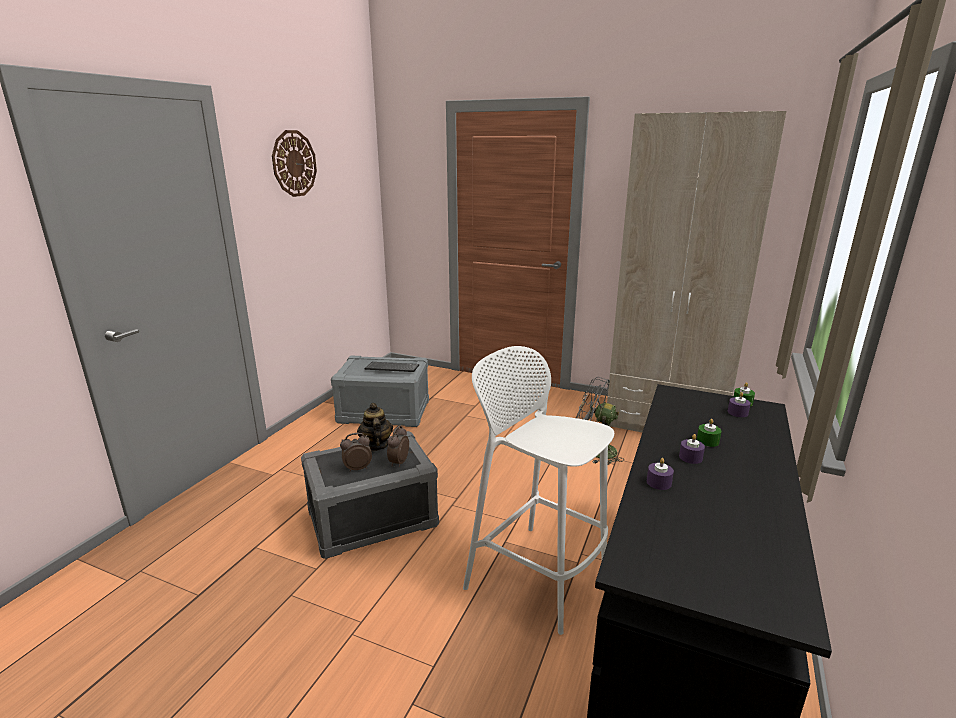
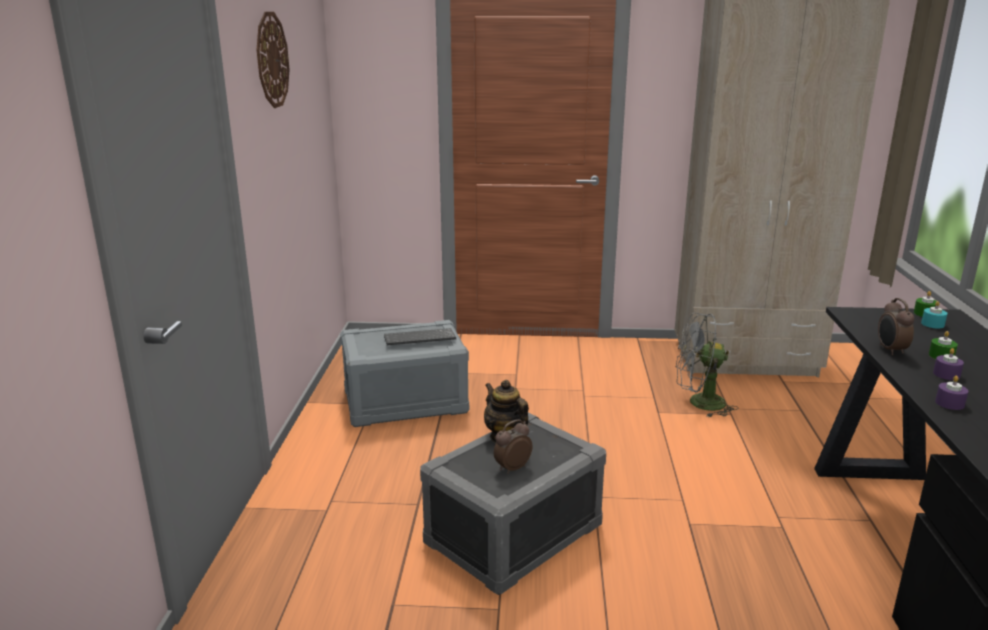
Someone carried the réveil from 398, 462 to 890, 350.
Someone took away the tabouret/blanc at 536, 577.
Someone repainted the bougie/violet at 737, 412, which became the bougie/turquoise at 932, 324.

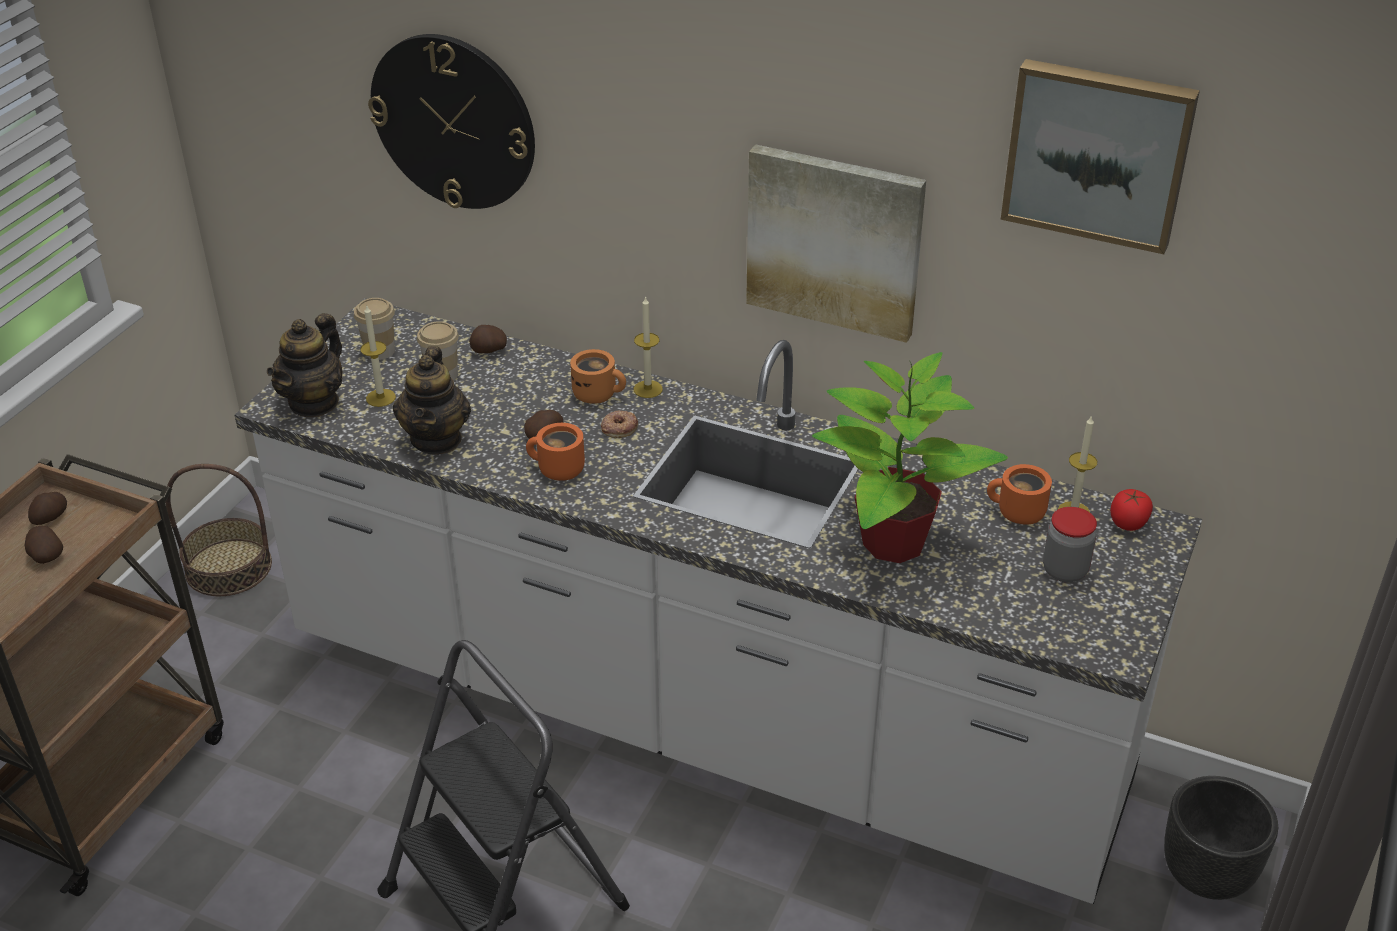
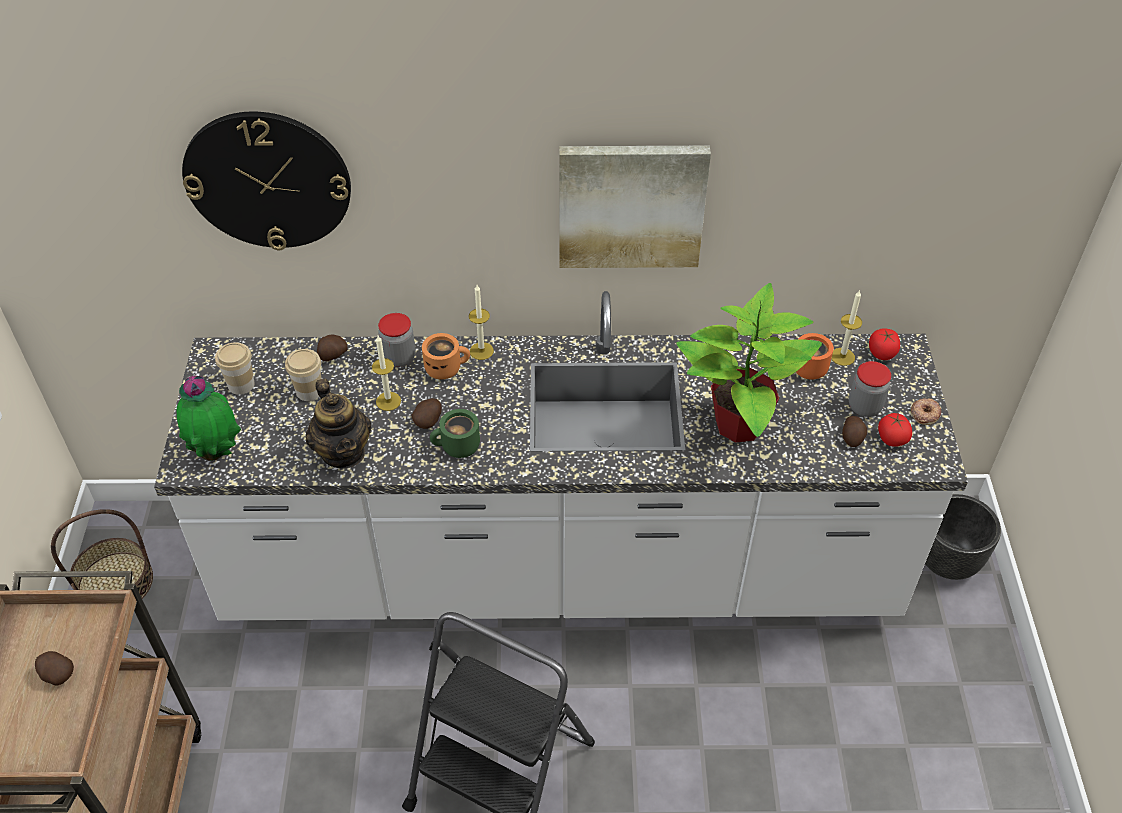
Someone carried the pomme de terre from 51, 517 to 852, 437.
Someone swapped the théière at 314, 402 for the plante en pot at 217, 452.
Someone carried the bougie from 380, 398 to 388, 401.
Someone repainted the mug/orange at 557, 470, which became the mug/vert at 457, 448.
Someone carried the beignet from 619, 427 to 924, 413.
Someone took away the tableau at 1098, 153.
Someone put down the bocal at 399, 358.
Someone put down the tomate at 891, 439.

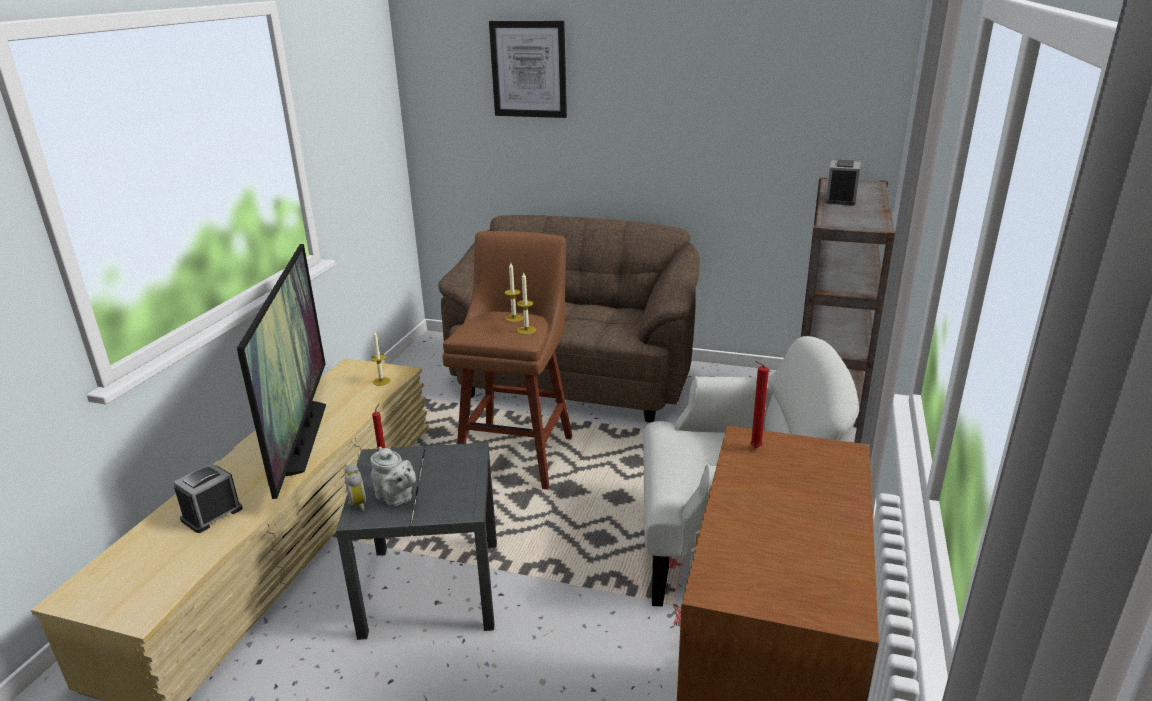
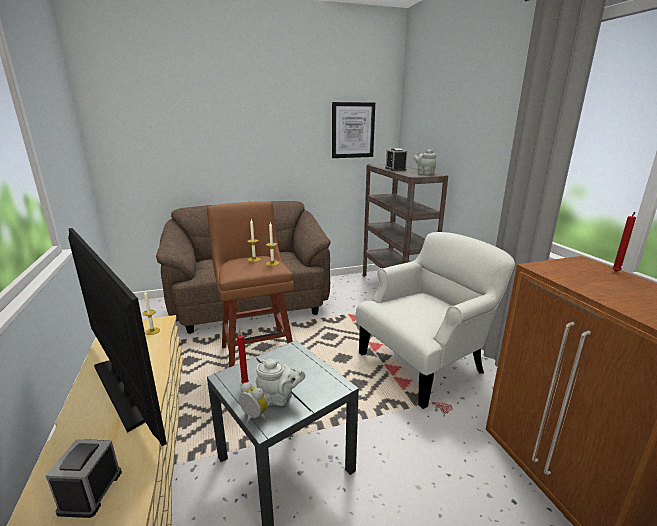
Someone carried the tableau from 529, 69 to 353, 130.
Someone carried the bougie/rouge from 754, 448 to 615, 272.
Someone put down the théière/gris at 424, 173.

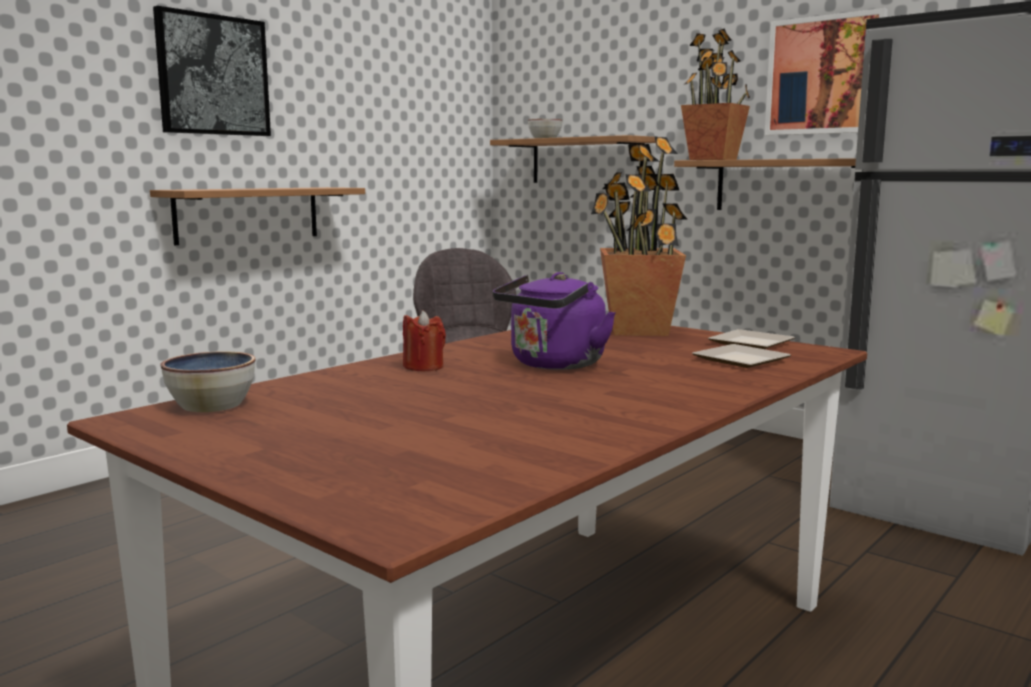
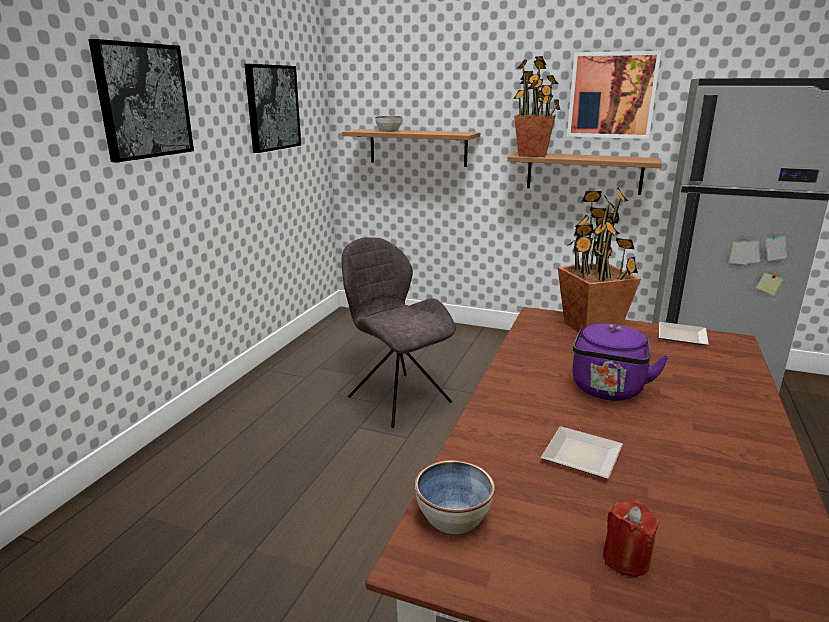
Someone took away the étagère at 248, 214.
Someone carried the bougie/rouge from 423, 367 to 626, 559.
Someone carried the assiette from 744, 360 to 584, 455.
Someone put up the tableau at 272, 107.

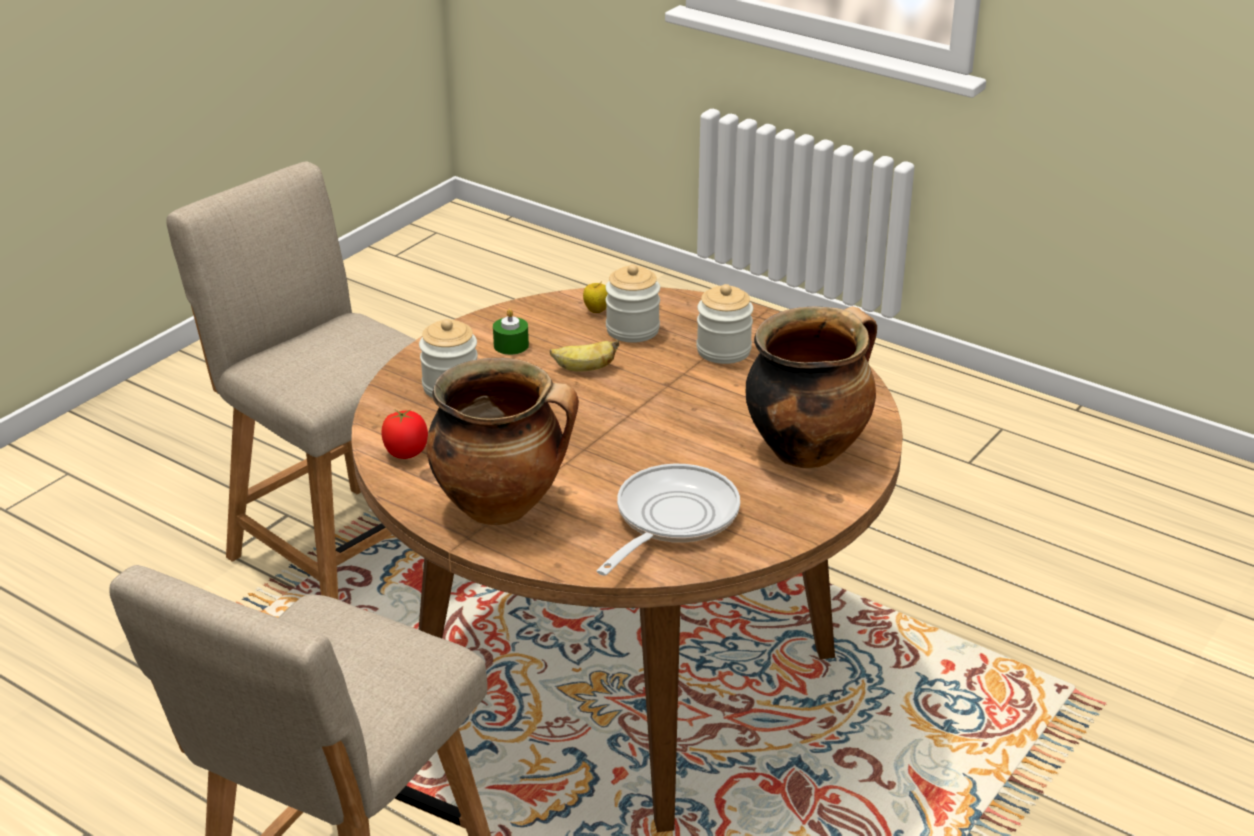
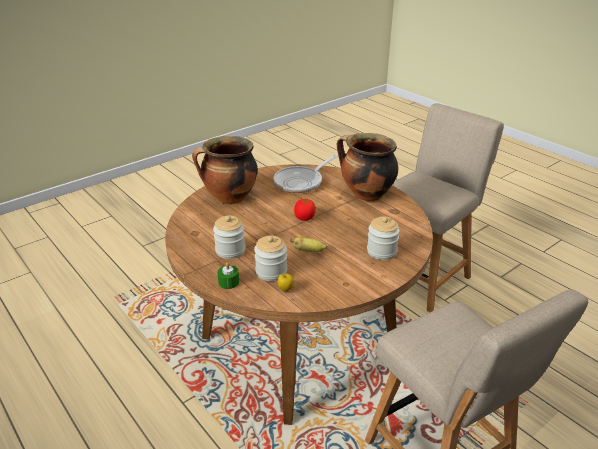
Someone carried the tomate from 406, 453 to 304, 218.
Someone carried the bougie/vert from 511, 345 to 228, 282.

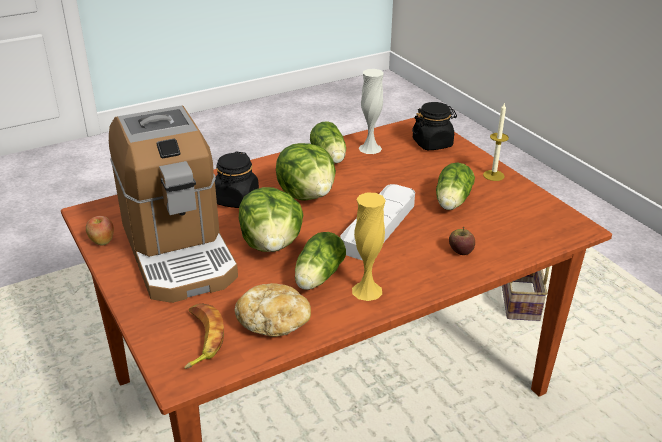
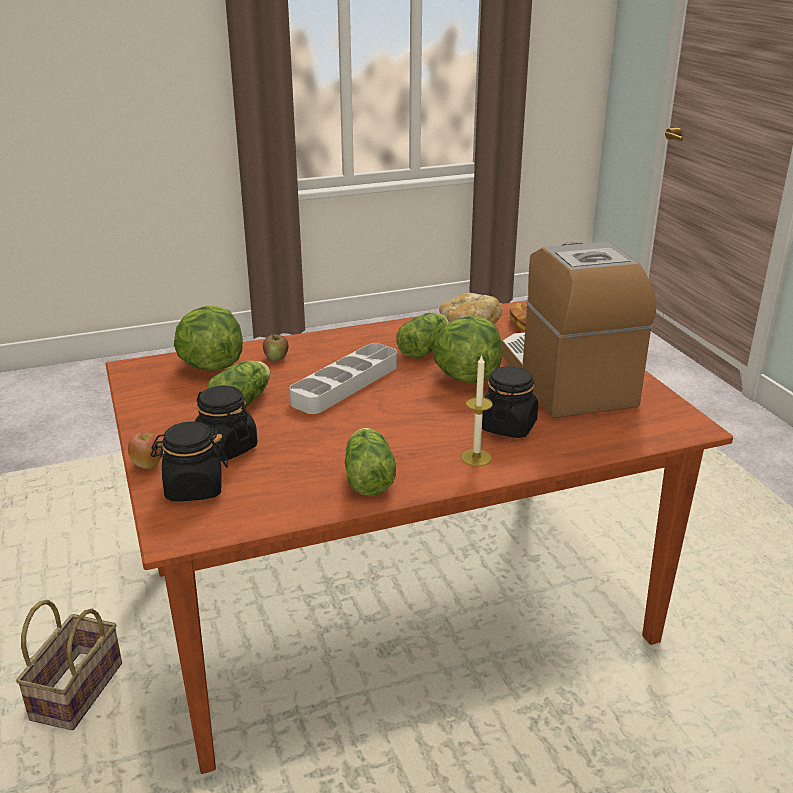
Someone carried the pomme from 102, 242 to 148, 464.
Someone carried the laitue from 307, 195 to 210, 366.
Someone took away the vase/jaune at 367, 291.
Someone took away the vase/blanc at 370, 148.
Someone carried the bougie from 493, 175 to 476, 457.
Someone put down the bocal/noir at 225, 448.

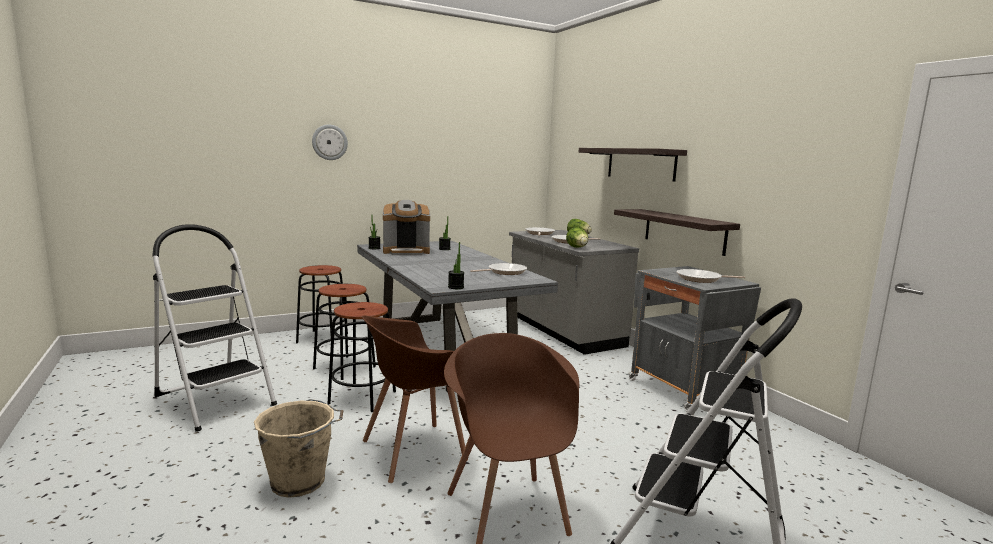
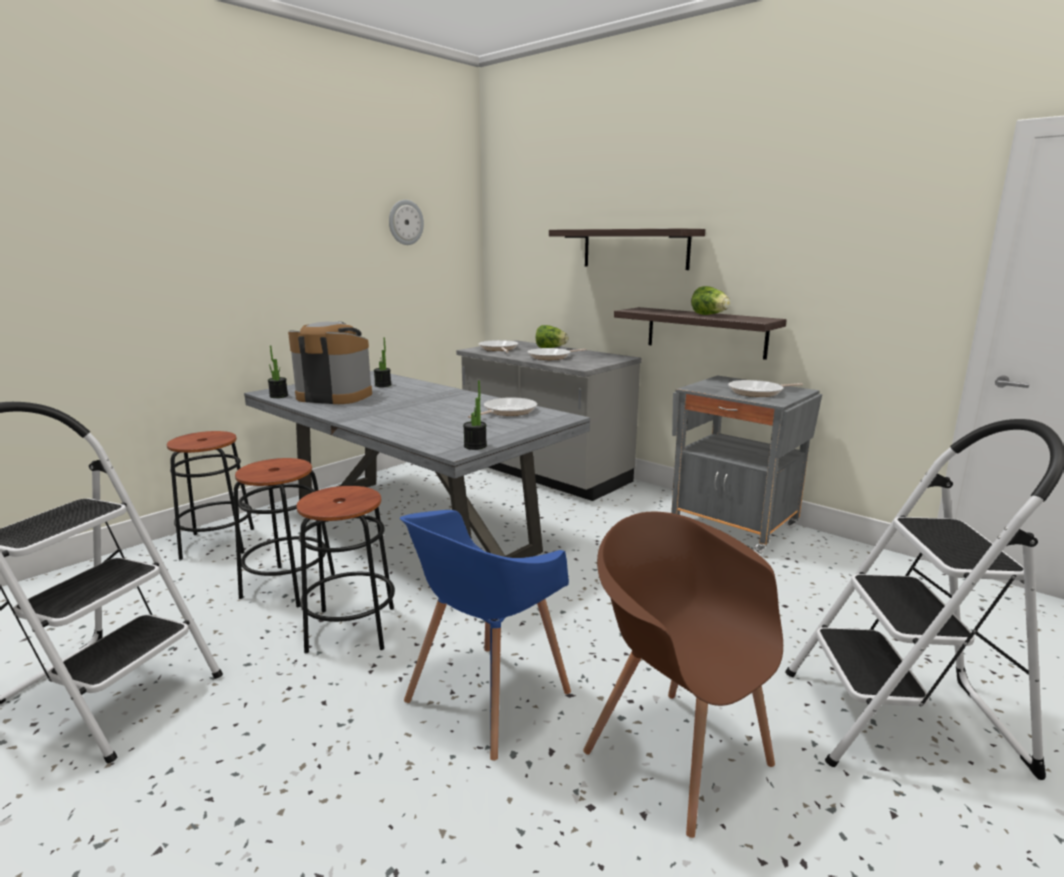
Someone took away the seau/beige at 300, 482.
Someone carried the horloge murale from 329, 142 to 405, 222.
Someone repainted the chaise/marron at 412, 452, which became the chaise/bleu at 487, 699.
Someone rotated the machine à café at 406, 252 by 135 degrees counterclockwise.
Someone carried the laitue from 577, 248 to 709, 315.

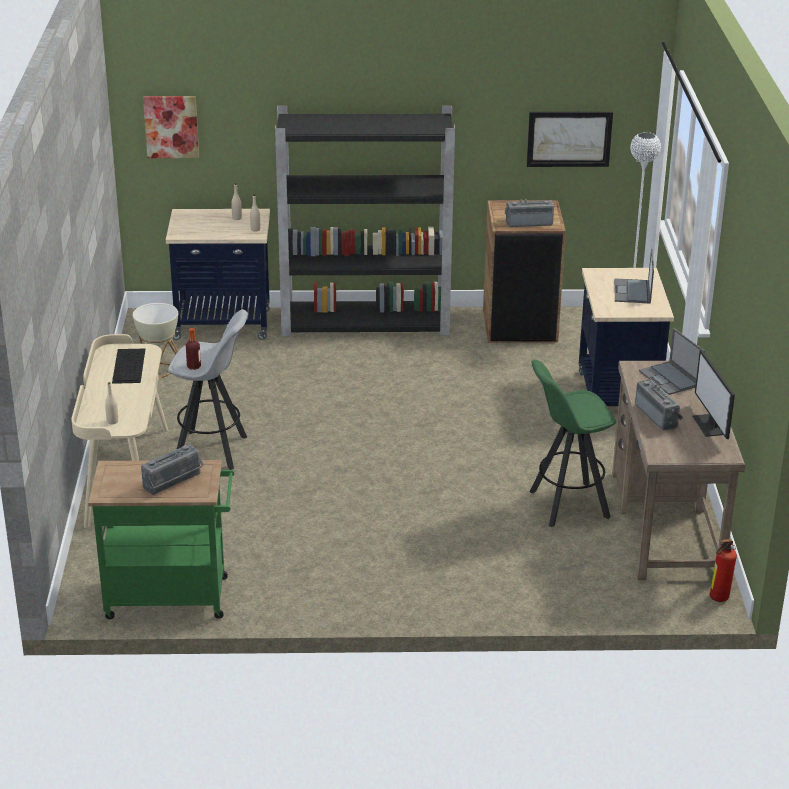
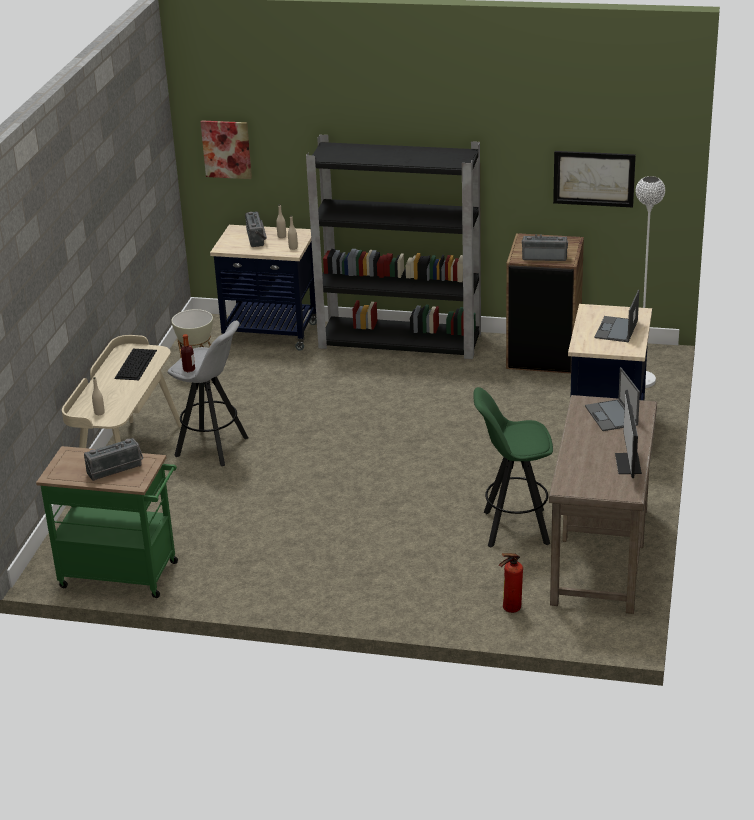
Someone carried the radio from 658, 415 to 257, 238.
Someone carried the extincteur from 717, 598 to 509, 609.

